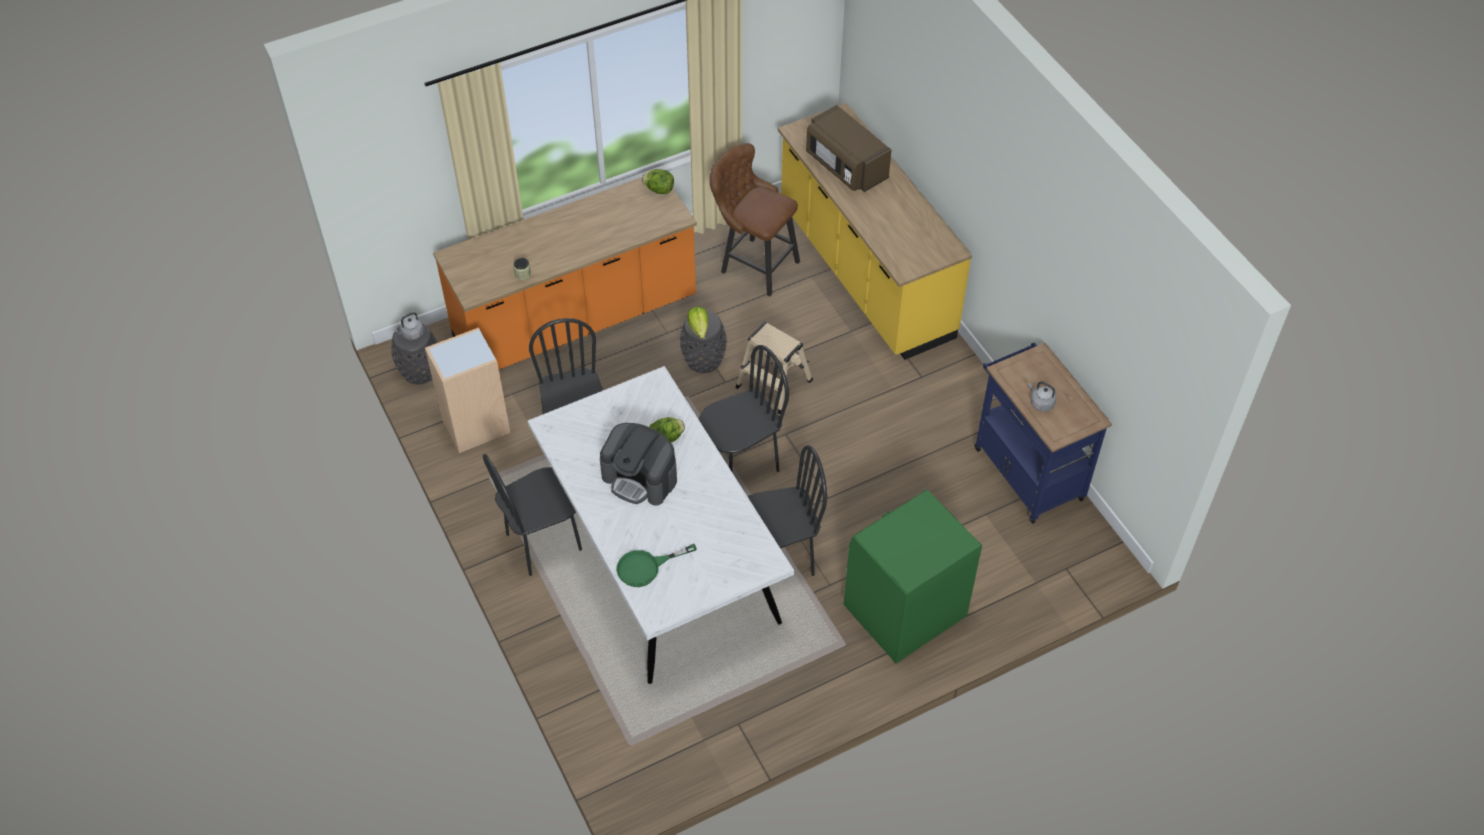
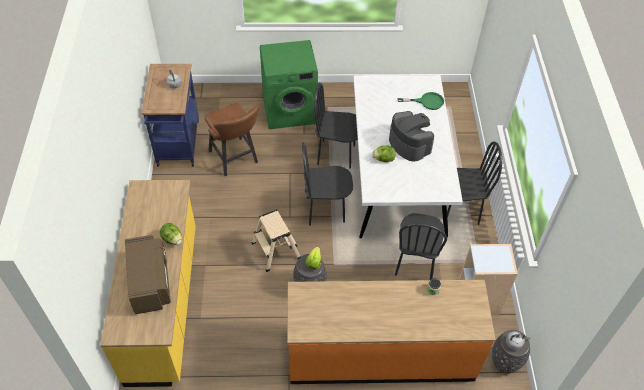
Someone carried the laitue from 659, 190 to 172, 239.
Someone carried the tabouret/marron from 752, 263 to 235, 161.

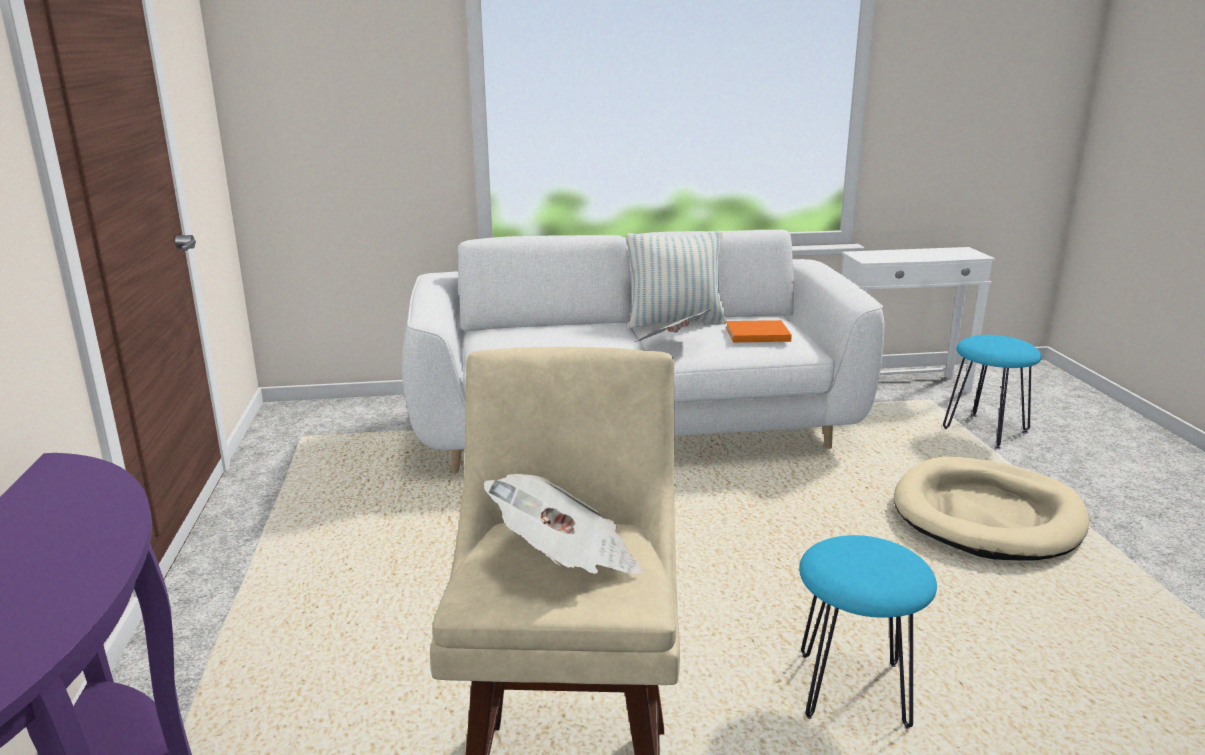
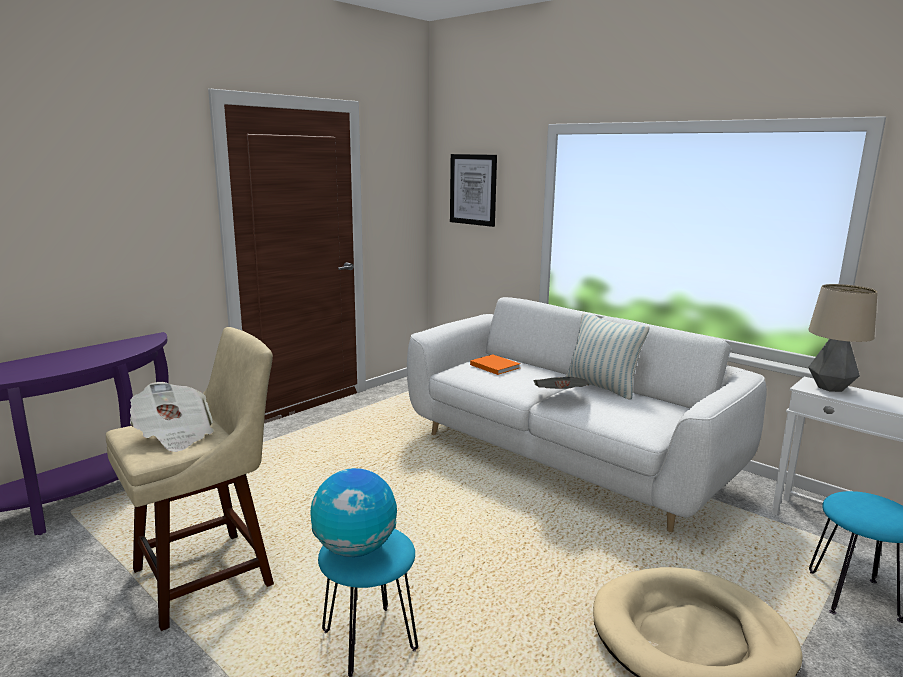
Someone carried the livre/orange from 755, 334 to 494, 366.
Someone put down the globe at 355, 549.
Someone put up the tableau at 473, 189.
Someone put down the lampe de table at 830, 388.

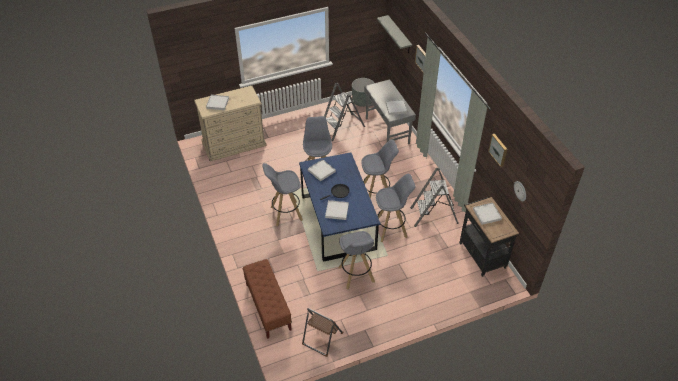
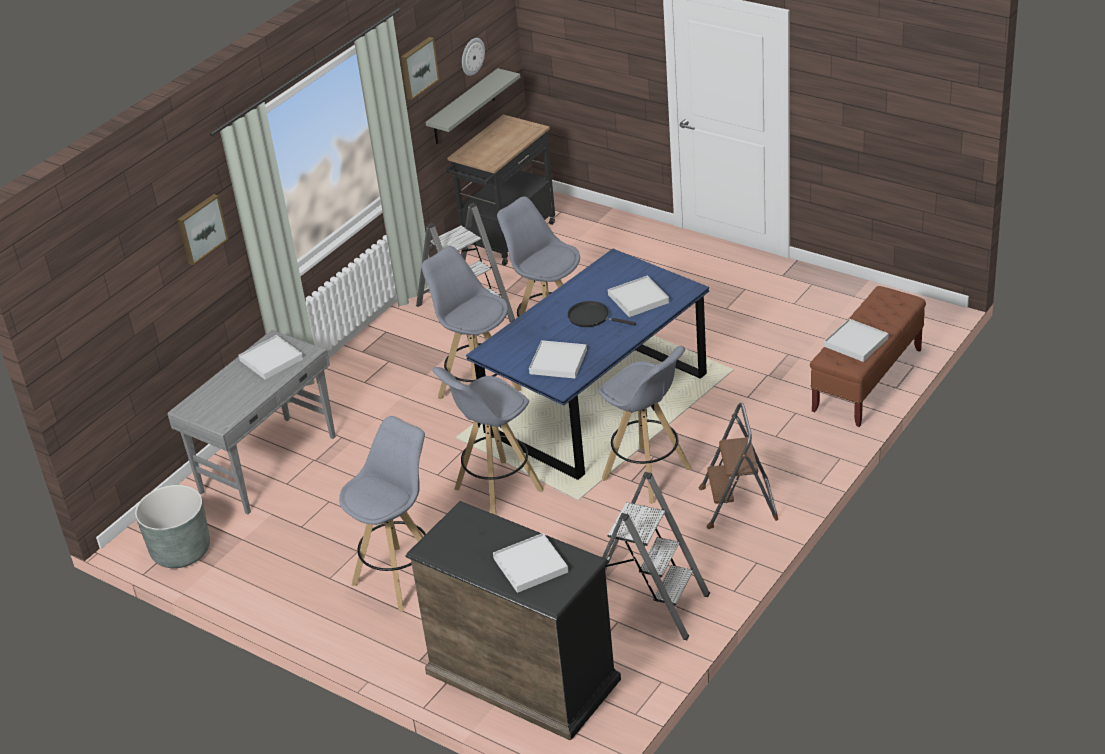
Someone repainted the commode/beige at 234, 143, which became the commode/noir at 521, 676.
Someone carried the escabeau/marron from 321, 339 to 742, 503.
Someone carried the escabeau/gris from 343, 127 to 642, 602.
Someone carried the tabouret/gris from 356, 275 to 401, 577.
Someone carried the étagère/gris from 399, 35 to 463, 107.
Someone carried the plateau/blanc from 486, 214 to 856, 343.

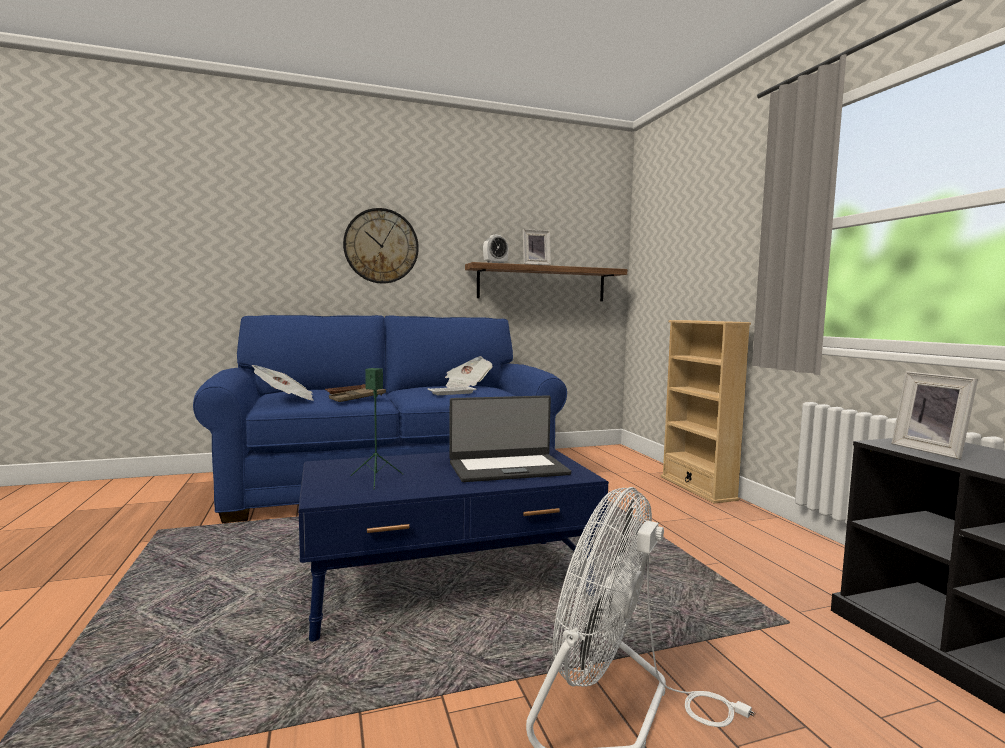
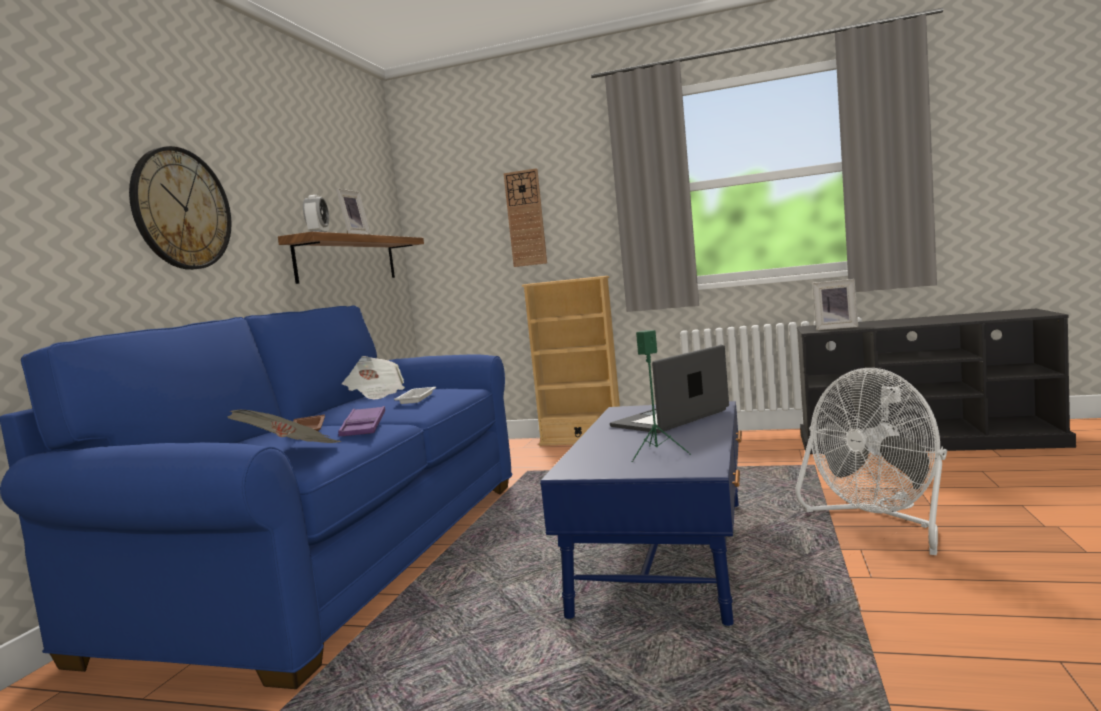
Someone repainted the plateau/marron at 357, 398, which became the plateau/violet at 364, 427.
Someone rotated the ordinateur portable at 507, 468 by 150 degrees counterclockwise.
Someone put up the horloge murale at 525, 218.

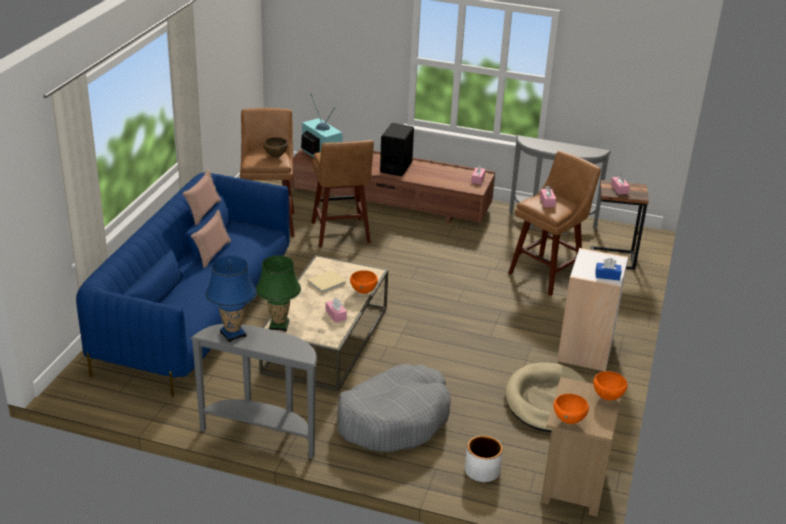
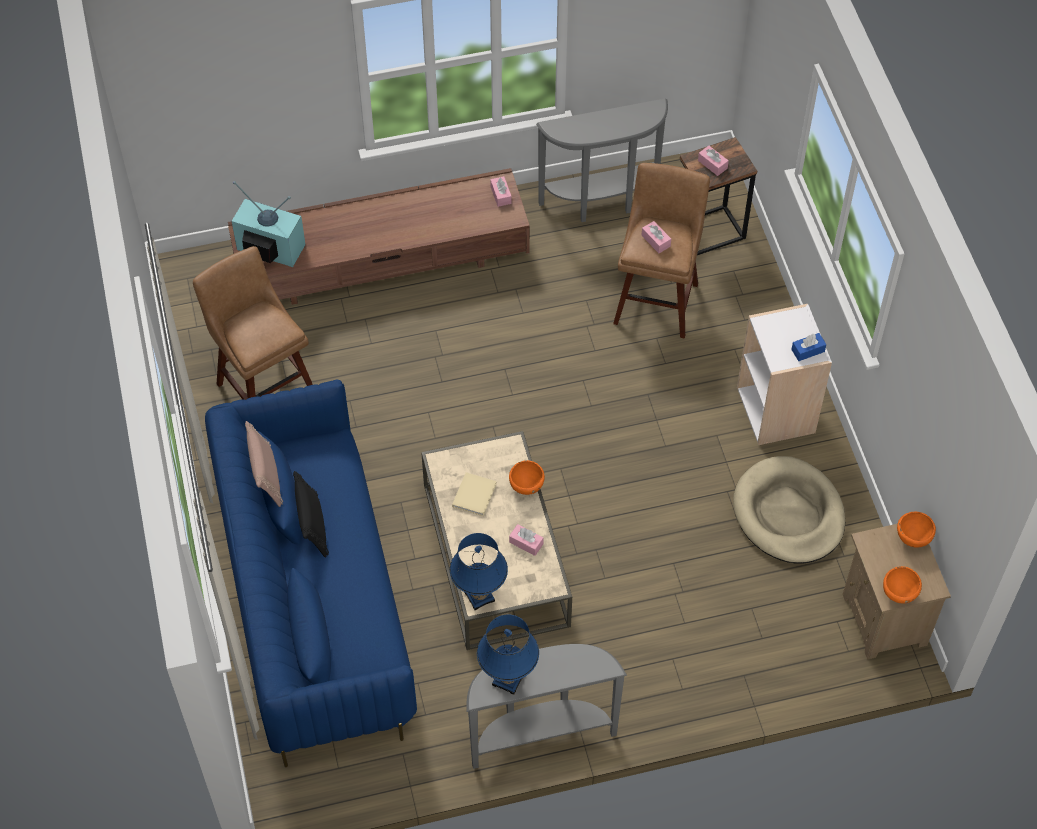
Someone repainted the coussin/beige at 212, 253, which became the coussin/noir at 312, 526.
Someone repainted the lampe de table/vert at 279, 325, which became the lampe de table/bleu at 479, 596.
Someone took away the bol/marron at 275, 157.
Someone took away the tabouret/marron at 341, 234.
Someone took away the panier pour chien/gris at 394, 420.
Someone took away the enceinte/noir at 396, 167.
Someone took away the cache-pot/blanc at 482, 471.

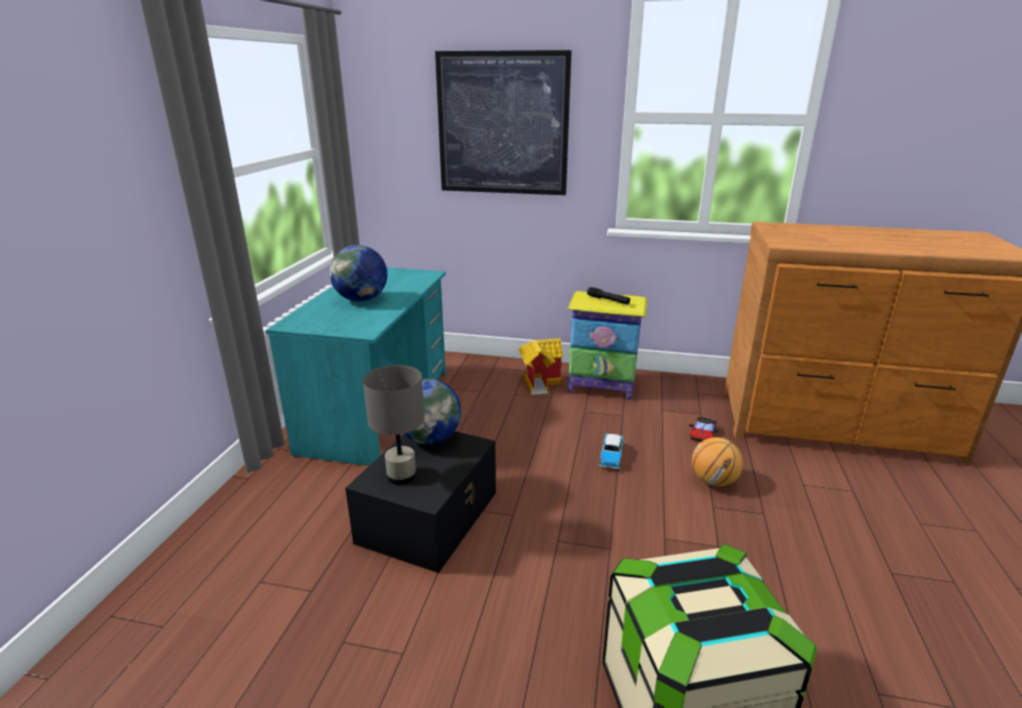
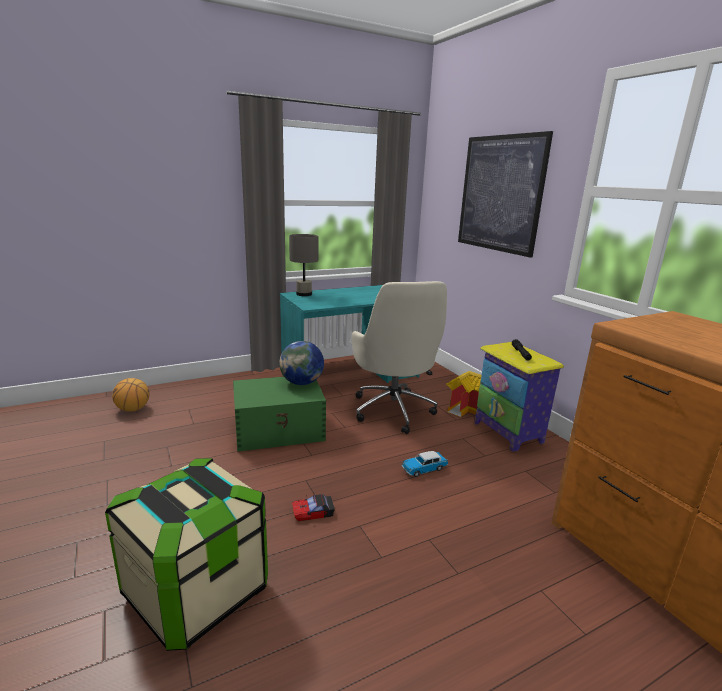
Someone took away the globe at 361, 300.
Someone repainted the boîte de rangement/noir at 430, 516, which became the boîte de rangement/vert at 280, 429.
Someone carried the lampe de table/gris from 402, 475 to 304, 294.
Someone carried the petite voiture from 703, 434 to 313, 512.
Someone carried the ballon de basket from 714, 481 to 133, 409.
Someone put down the chaise de bureau/beige at 393, 411.

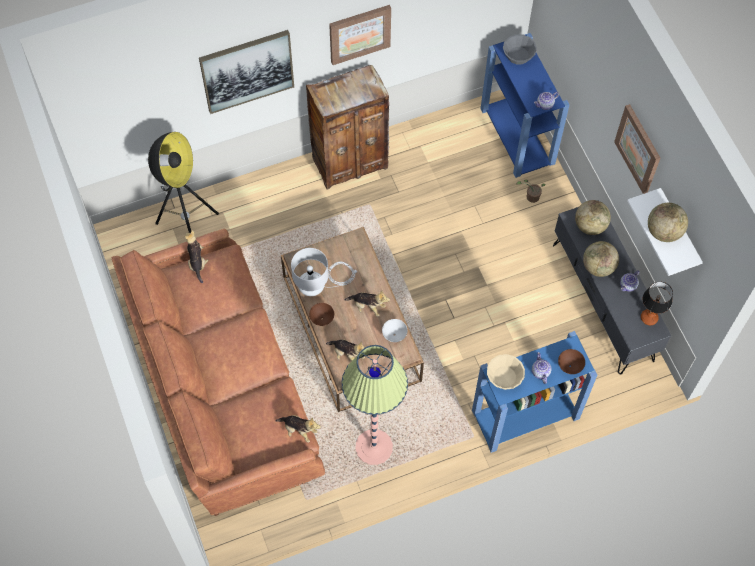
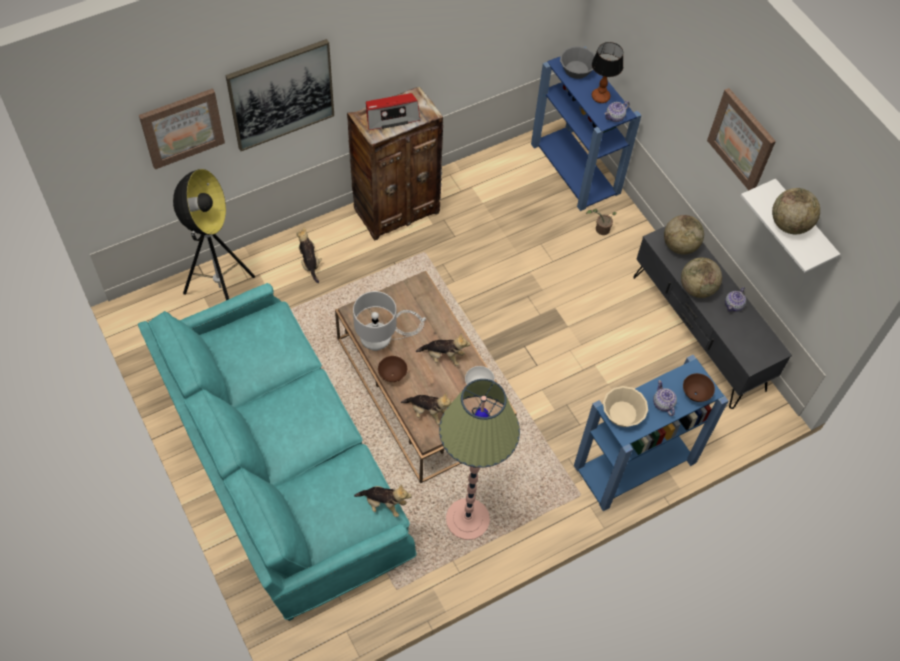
Someone repainted the canapé/marron at 222, 385, which became the canapé/turquoise at 281, 467.
Someone carried the peluche from 197, 262 to 309, 263.
Someone carried the tableau from 359, 33 to 182, 127.
Someone carried the lampe de table from 649, 318 to 601, 97.
Someone put down the radio at 391, 116.

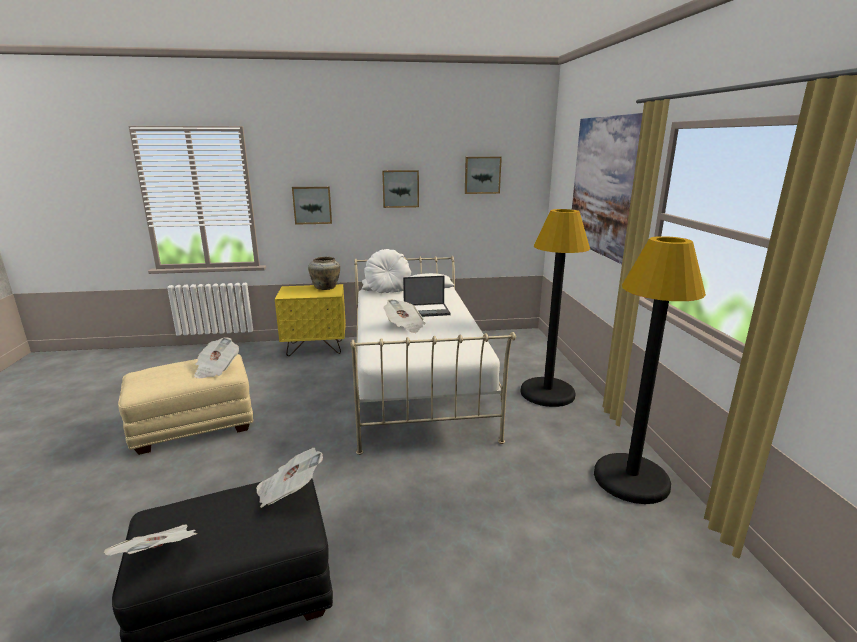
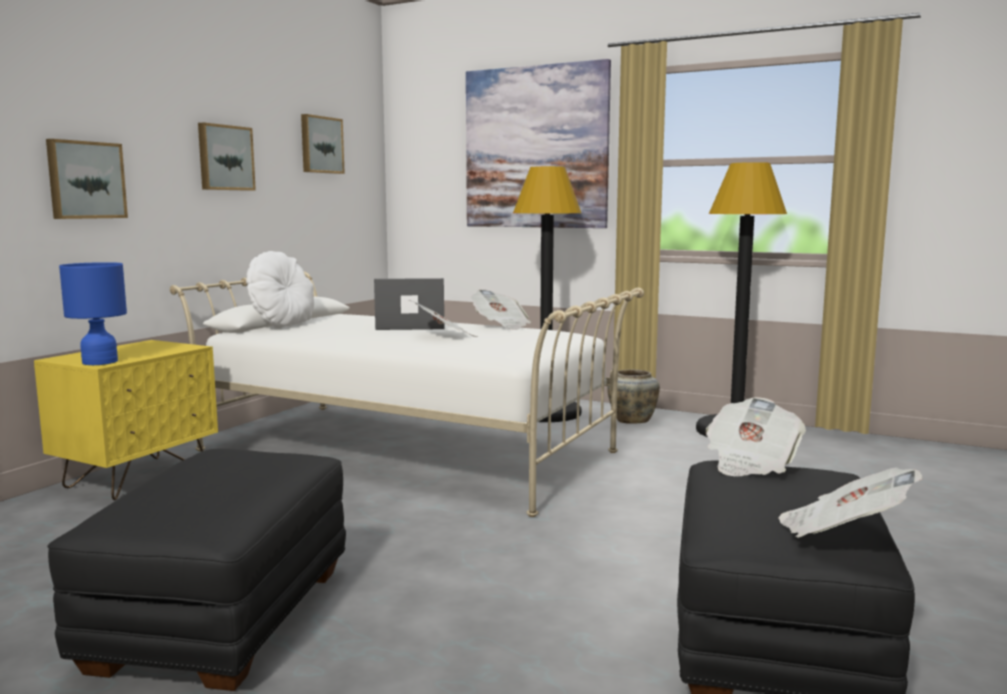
Someone repainted the pouf/beige at 194, 425, which became the pouf/noir at 220, 617.
Someone carried the journal from 216, 369 to 501, 326.
Someone carried the vase/beige from 326, 288 to 632, 420.
Someone rotated the ordinateur portable at 427, 310 by 120 degrees counterclockwise.
Someone put down the lampe de table/bleu at 100, 362.

